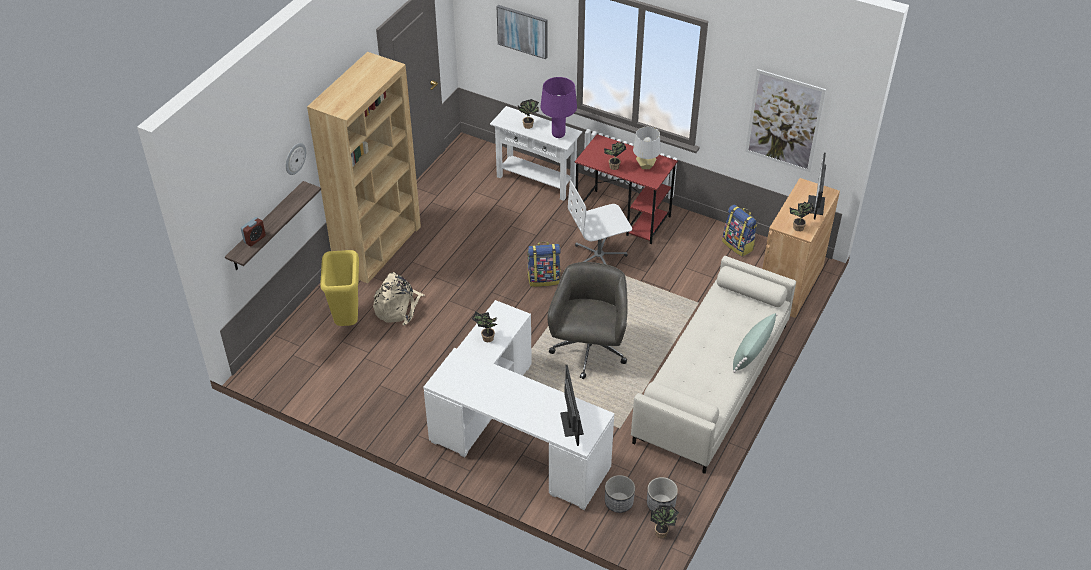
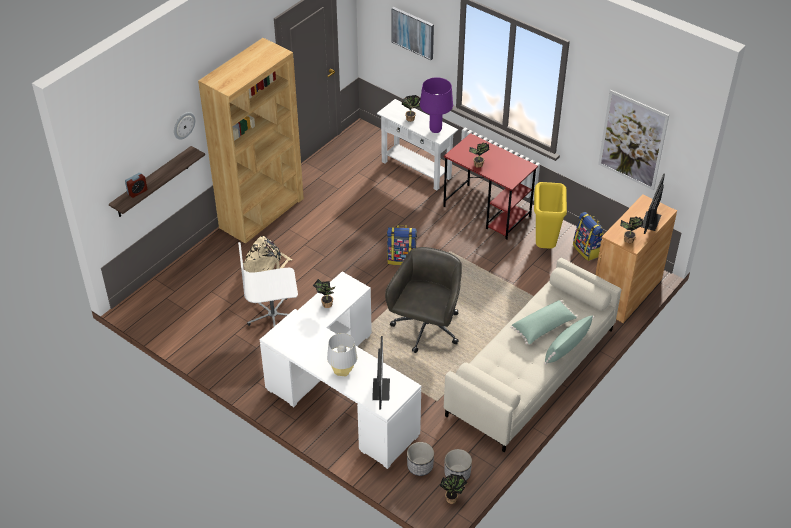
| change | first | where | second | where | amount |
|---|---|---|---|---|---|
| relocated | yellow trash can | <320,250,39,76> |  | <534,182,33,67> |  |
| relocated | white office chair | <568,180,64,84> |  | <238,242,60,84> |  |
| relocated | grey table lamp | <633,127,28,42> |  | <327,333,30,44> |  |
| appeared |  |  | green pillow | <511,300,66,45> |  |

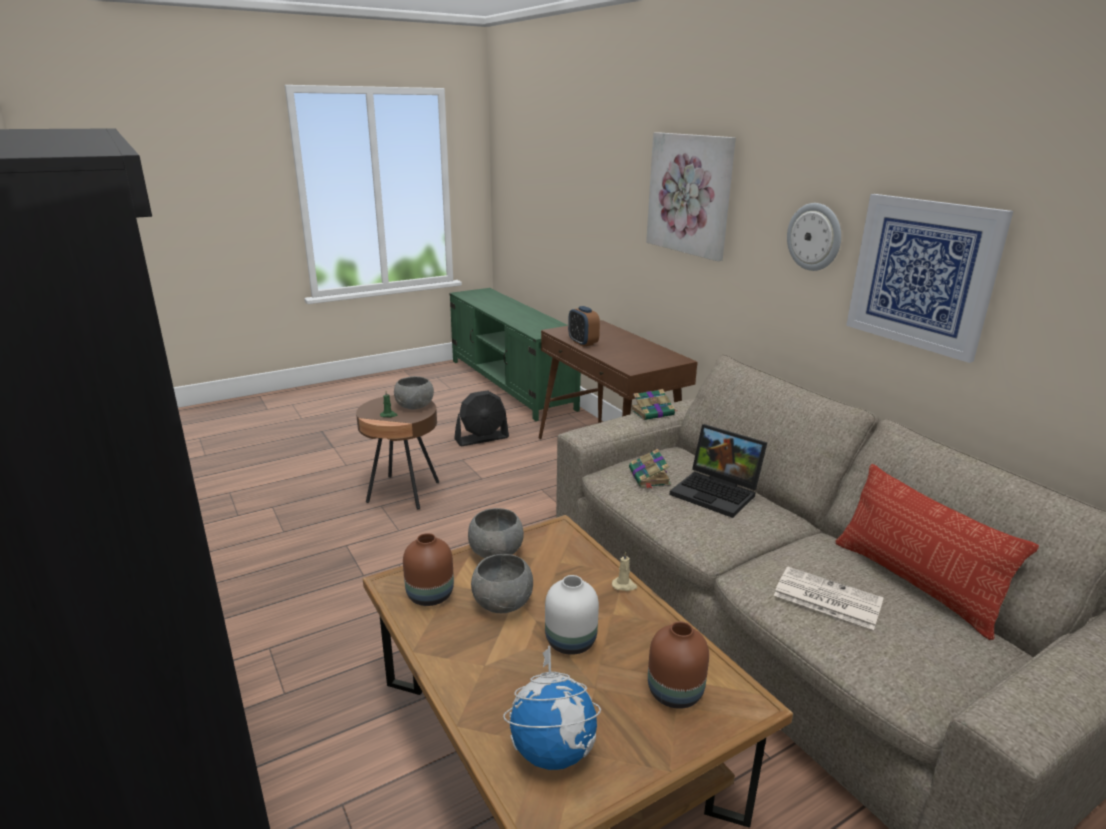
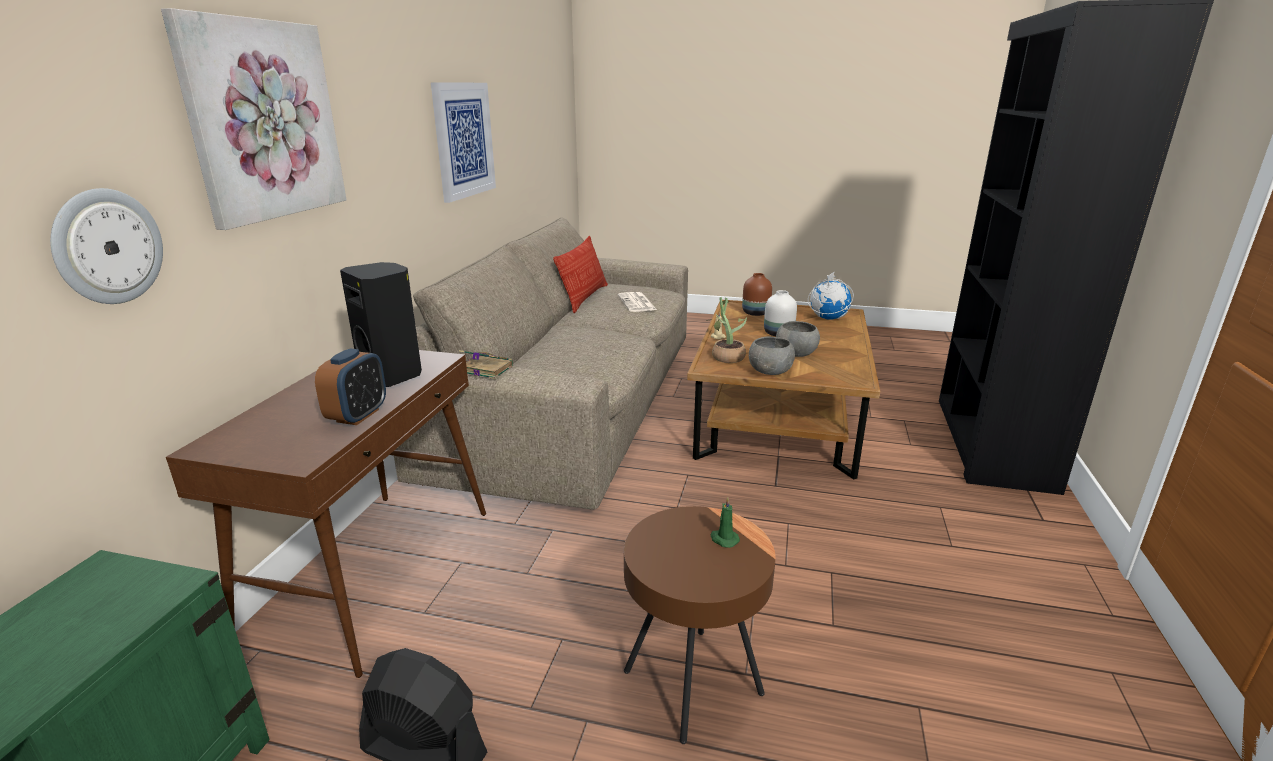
| change | first | where | second | where | amount |
|---|---|---|---|---|---|
| missing | grey bowl | <394,376,40,33> |  |  |  |
| missing | brown vase | <403,533,51,73> |  |  |  |
| missing | book | <629,449,42,40> |  |  |  |
| missing | laptop | <670,424,98,94> |  |  |  |
| relocated | wall clock | <787,203,54,68> |  | <50,188,113,116> |  |
| appeared |  |  | black speaker | <340,262,82,125> |  |
| appeared |  |  | potted plant | <706,297,41,66> |  |

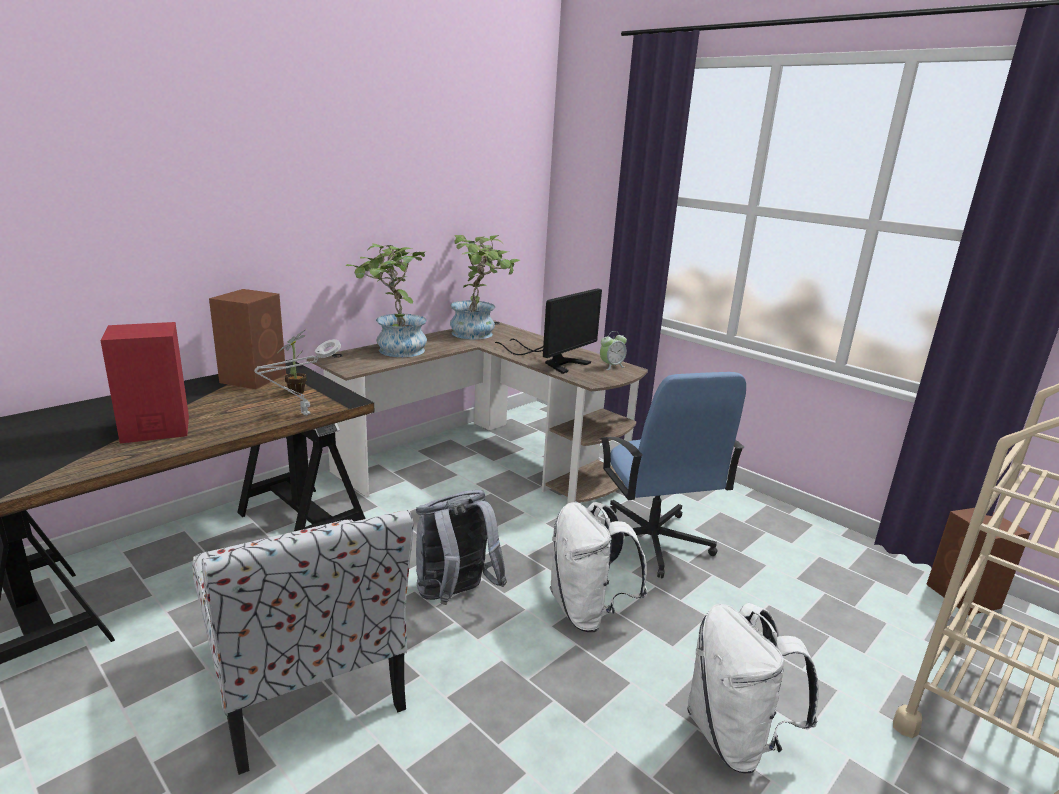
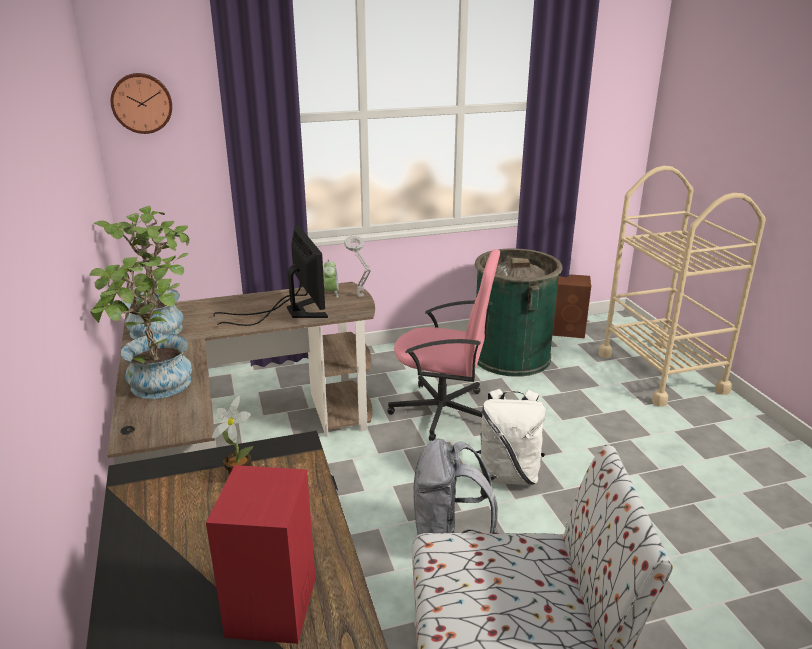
| change | first | where | second | where | amount |
|---|---|---|---|---|---|
| missing | brown speaker | <209,289,77,100> |  |  |  |
| relocated | grey table lamp | <254,339,87,76> |  | <344,236,27,61> |  |
| colour | blue office chair | <600,372,146,206> | pink office chair | <387,249,113,192> |  |
| missing | white backpack | <687,603,132,170> |  |  |  |
| appeared |  |  | wall clock | <110,73,62,61> |  |
| appeared |  |  | green trash can | <475,248,88,129> |  |

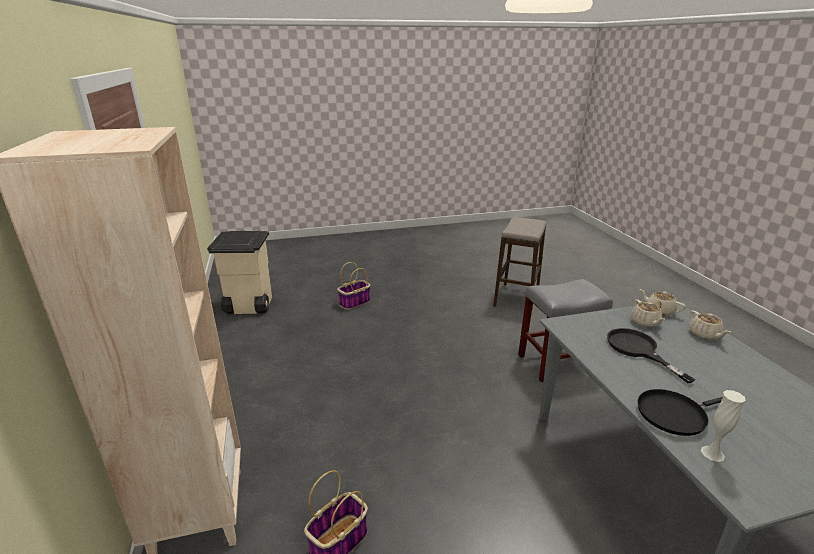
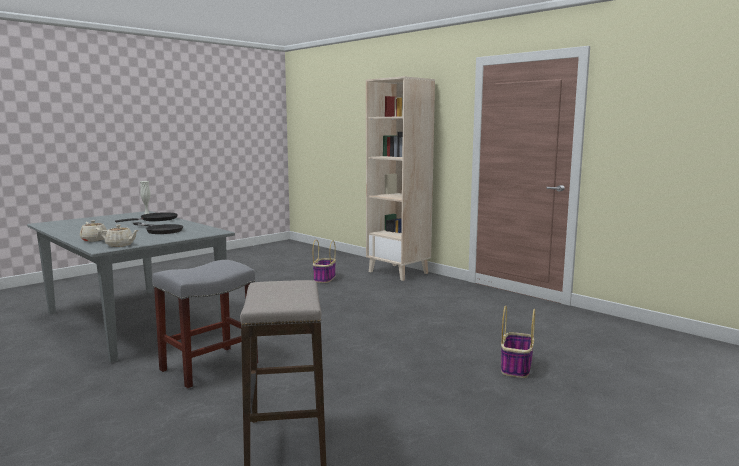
| change | first | where | second | where | amount |
|---|---|---|---|---|---|
| missing | beige trash can | <207,231,65,83> |  |  |  |
| missing | beige teapot | <631,300,34,27> |  |  |  |

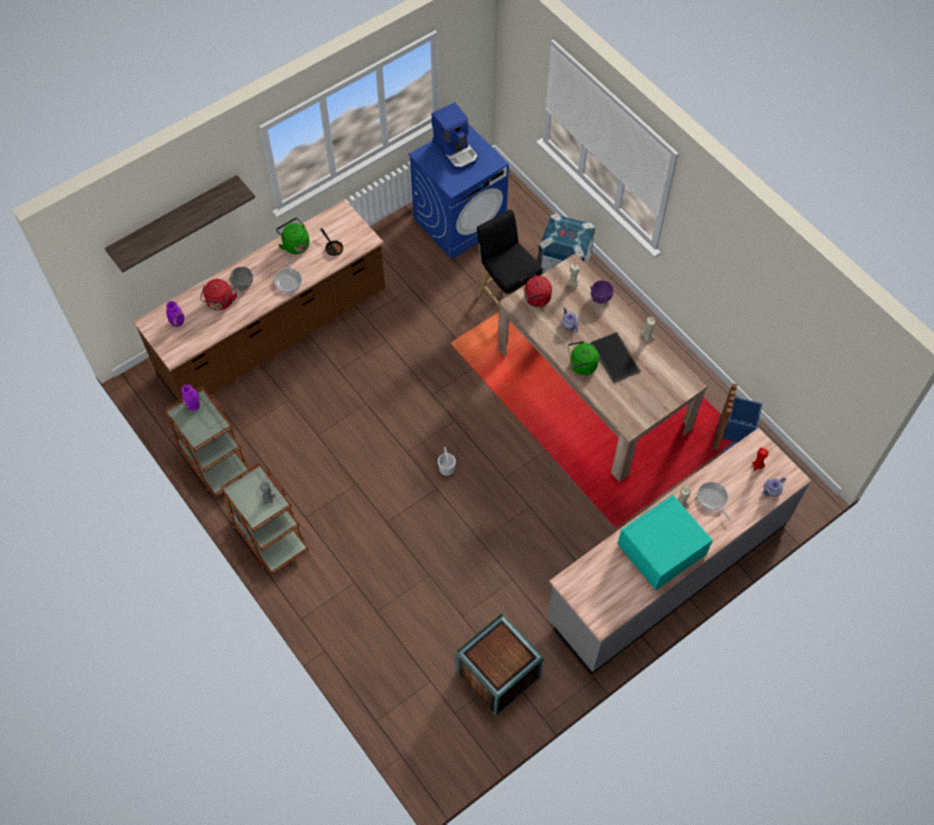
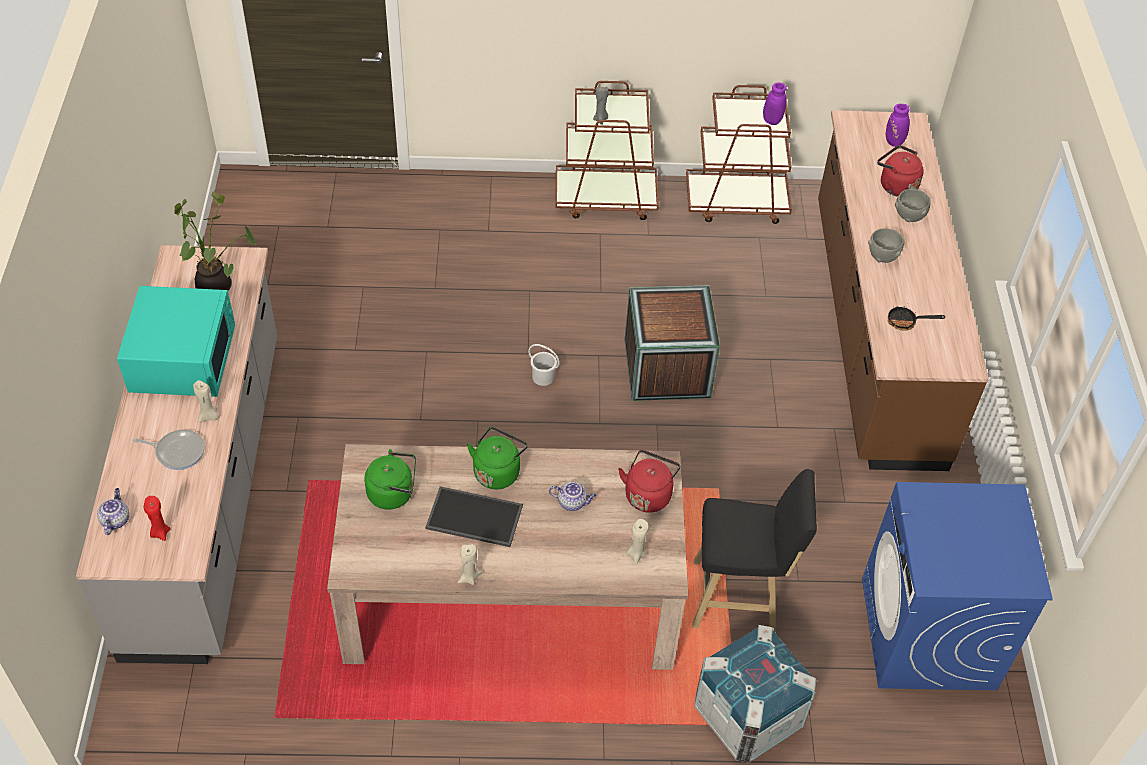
| change | first | where | second | where | amount |
|---|---|---|---|---|---|
| missing | shelf | <105,175,150,98> |  |  |  |
| exchanged | frying pan | <274,256,28,37> | grey bowl | <868,228,36,35> |  |
| relocated | green kettle | <276,218,33,36> |  | <364,449,52,61> |  |
| missing | coffee machine | <432,102,46,68> |  |  |  |
| relocated | crate | <455,613,89,103> |  | <624,285,96,116> |  |
| missing | purple bowl | <590,280,24,23> |  |  |  |
| missing | blue trash can | <712,383,51,69> |  |  |  |
| appeared |  |  | potted plant | <174,191,82,100> |  |

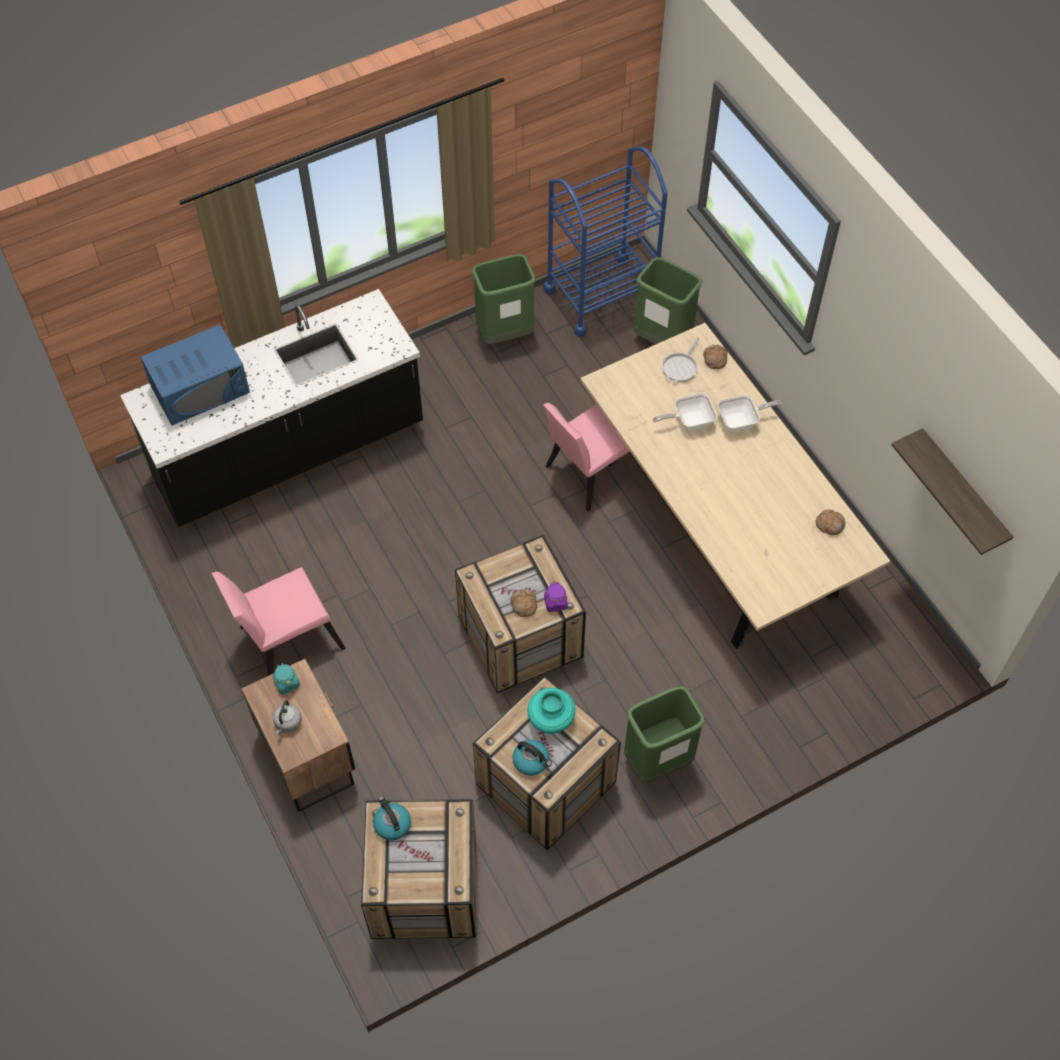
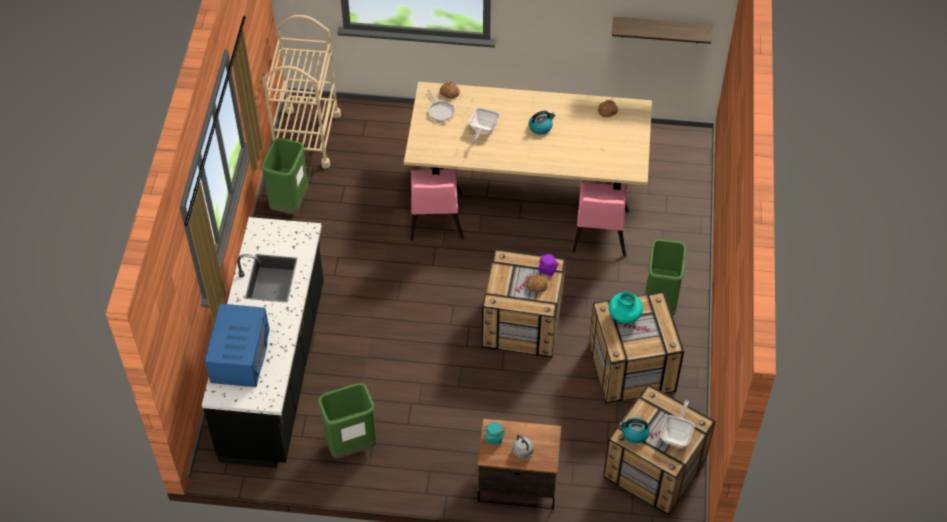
| change | first | where | second | where | amount |
|---|---|---|---|---|---|
| relocated | pink chair | <212,567,134,109> |  | <572,182,57,74> |  |
| relocated | kettle | <512,740,40,36> |  | <529,111,26,23> |  |
| colour | blue cart | <544,147,123,190> | beige cart | <263,15,78,153> |  |
| relocated | green trash can | <634,257,68,87> |  | <318,383,59,75> |  |
| relocated | frying pan | <718,395,63,37> |  | <660,400,35,48> |  |

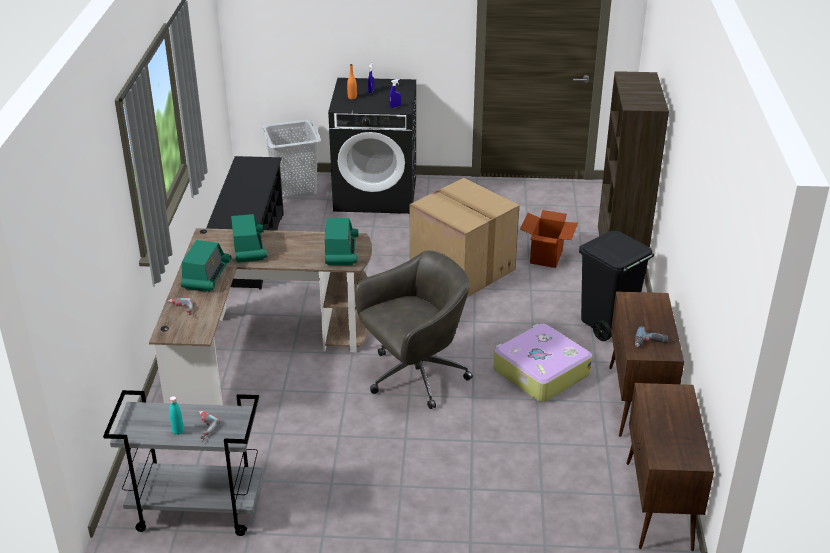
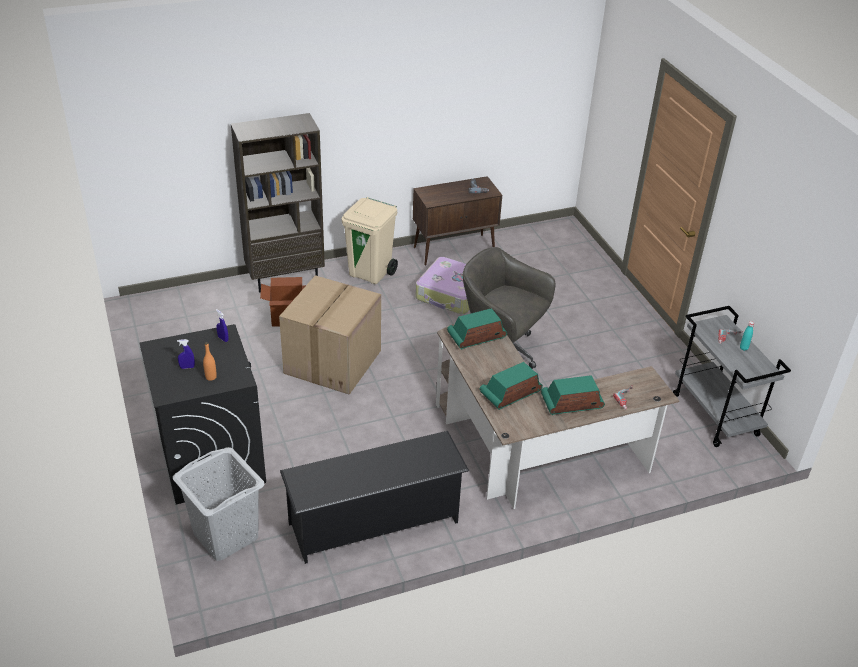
| change | first | where | second | where | amount |
|---|---|---|---|---|---|
| colour | black trash can | <579,231,75,110> | beige trash can | <342,197,56,87> |  |
| missing | brown cabinet | <626,383,88,168> |  |  |  |

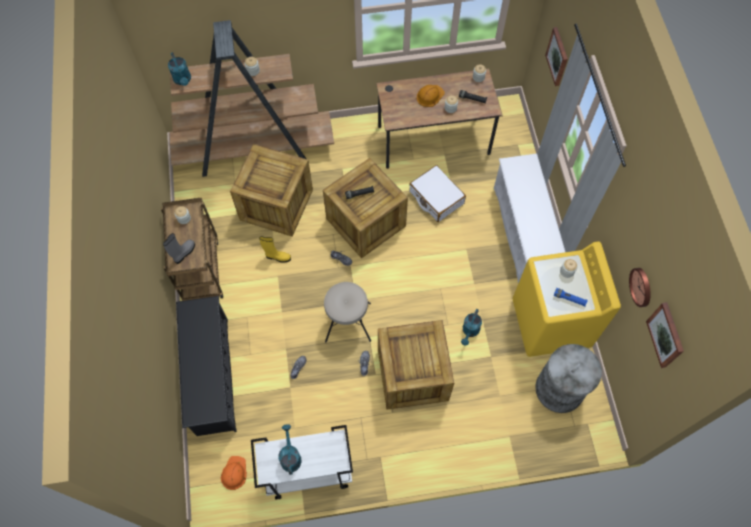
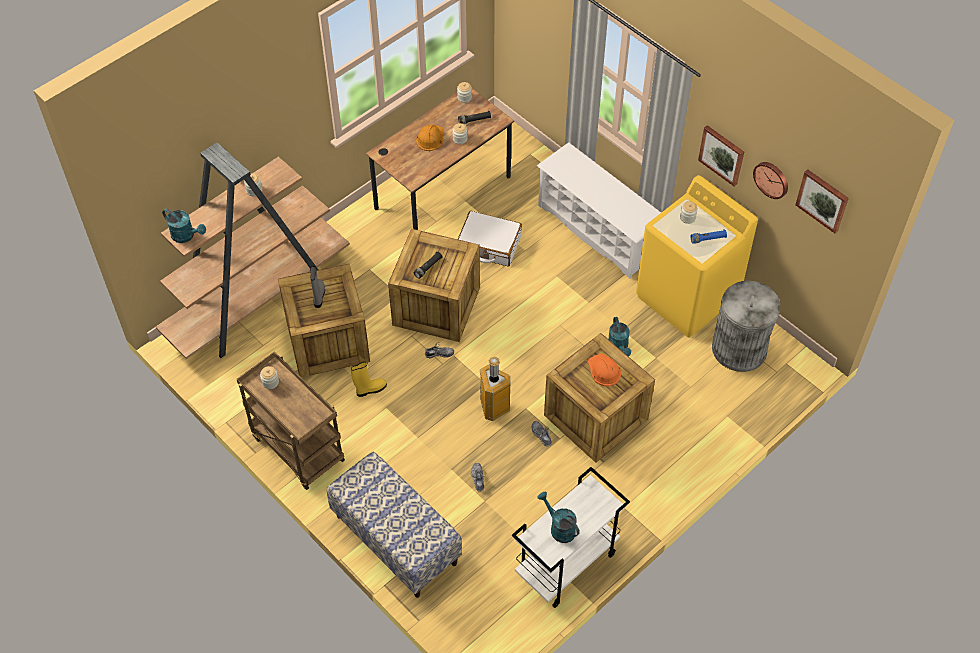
| change | first | where | second | where | amount |
|---|---|---|---|---|---|
| relocated | grey boot | <163,233,32,31> |  | <310,266,15,42> |  |
| exchanged | black shoe rack | <176,296,61,140> | bench | <327,452,135,146> |  |
| relocated | orange hard hat | <221,456,26,34> |  | <588,354,33,32> |  |
| exchanged | beige stool | <324,282,47,60> | trash can | <480,357,30,64> |  |
| relocated | picture | <545,27,23,59> |  | <698,125,46,62> |  |

